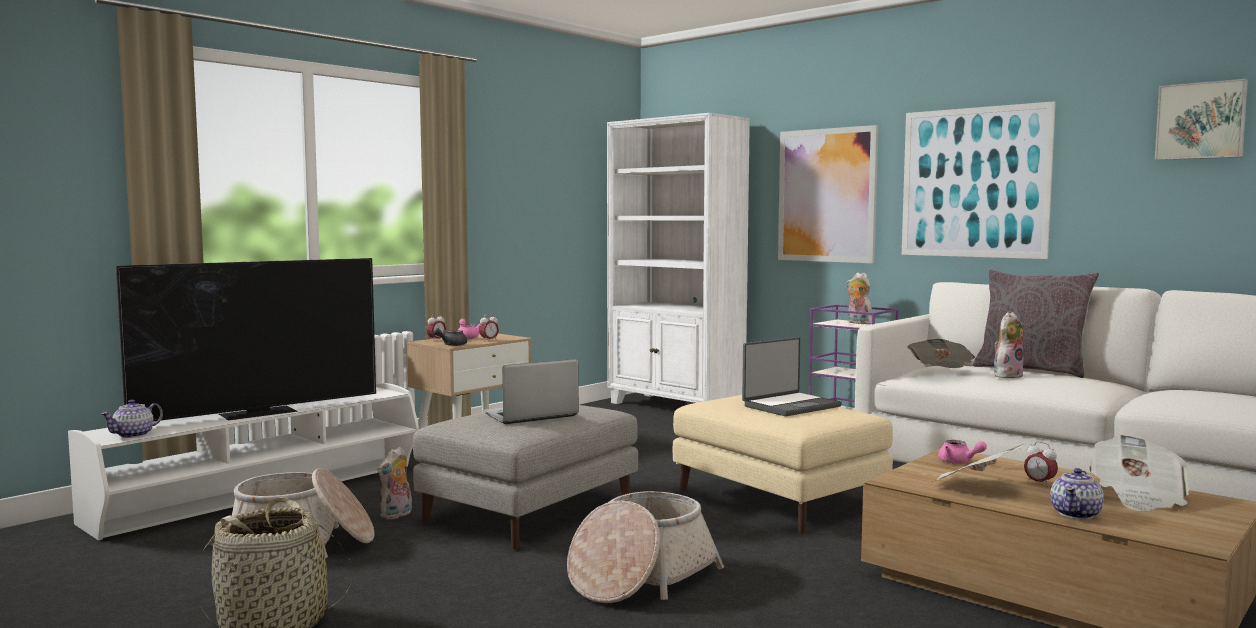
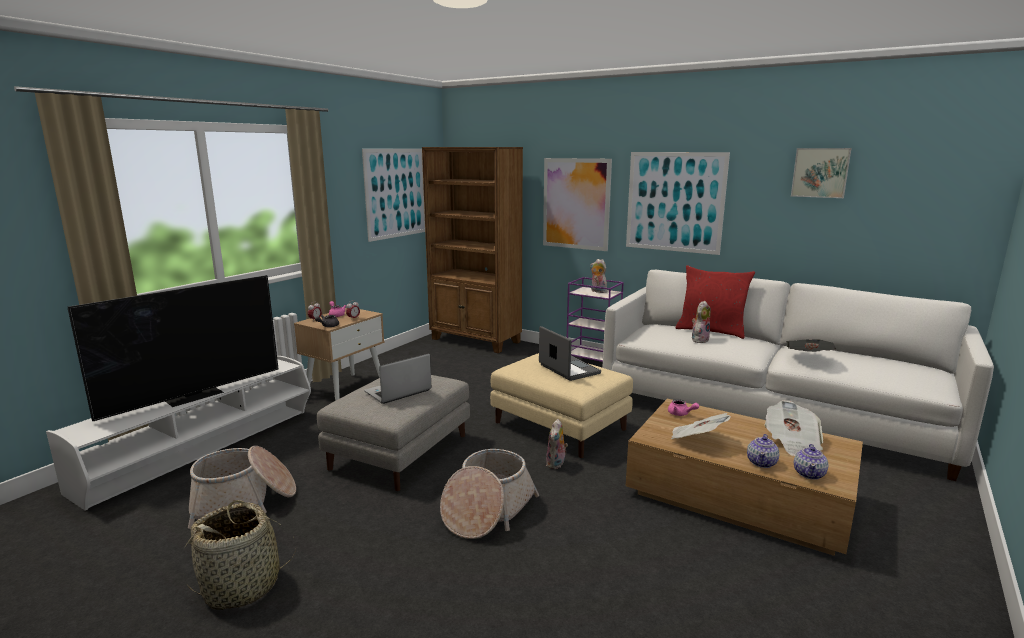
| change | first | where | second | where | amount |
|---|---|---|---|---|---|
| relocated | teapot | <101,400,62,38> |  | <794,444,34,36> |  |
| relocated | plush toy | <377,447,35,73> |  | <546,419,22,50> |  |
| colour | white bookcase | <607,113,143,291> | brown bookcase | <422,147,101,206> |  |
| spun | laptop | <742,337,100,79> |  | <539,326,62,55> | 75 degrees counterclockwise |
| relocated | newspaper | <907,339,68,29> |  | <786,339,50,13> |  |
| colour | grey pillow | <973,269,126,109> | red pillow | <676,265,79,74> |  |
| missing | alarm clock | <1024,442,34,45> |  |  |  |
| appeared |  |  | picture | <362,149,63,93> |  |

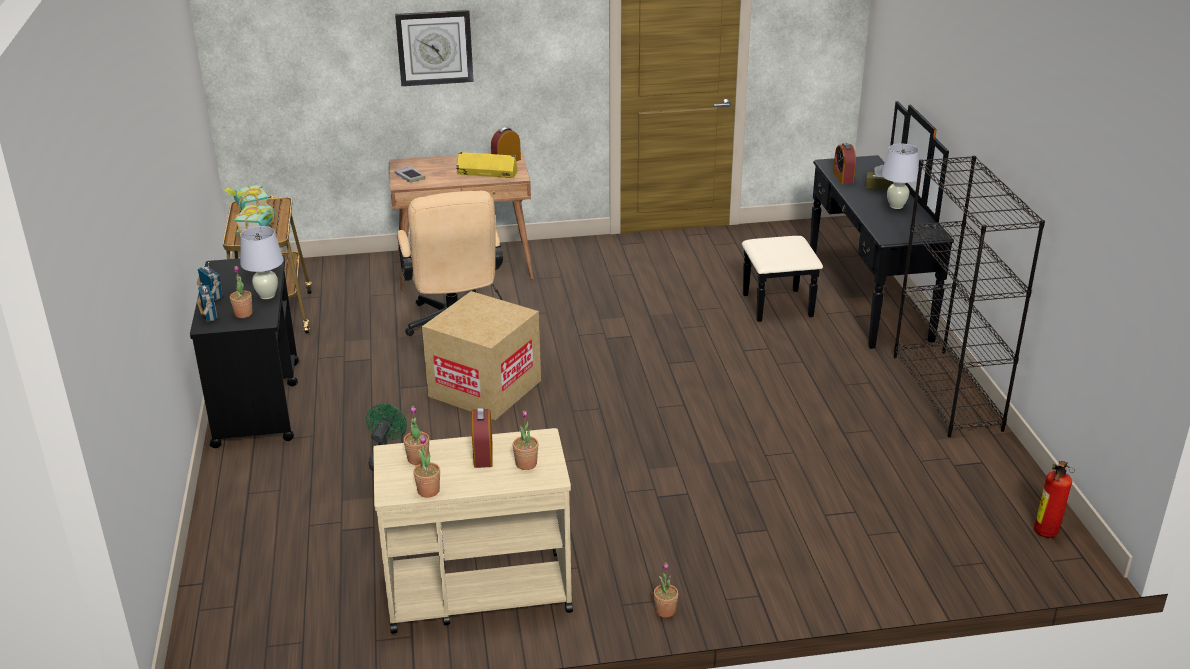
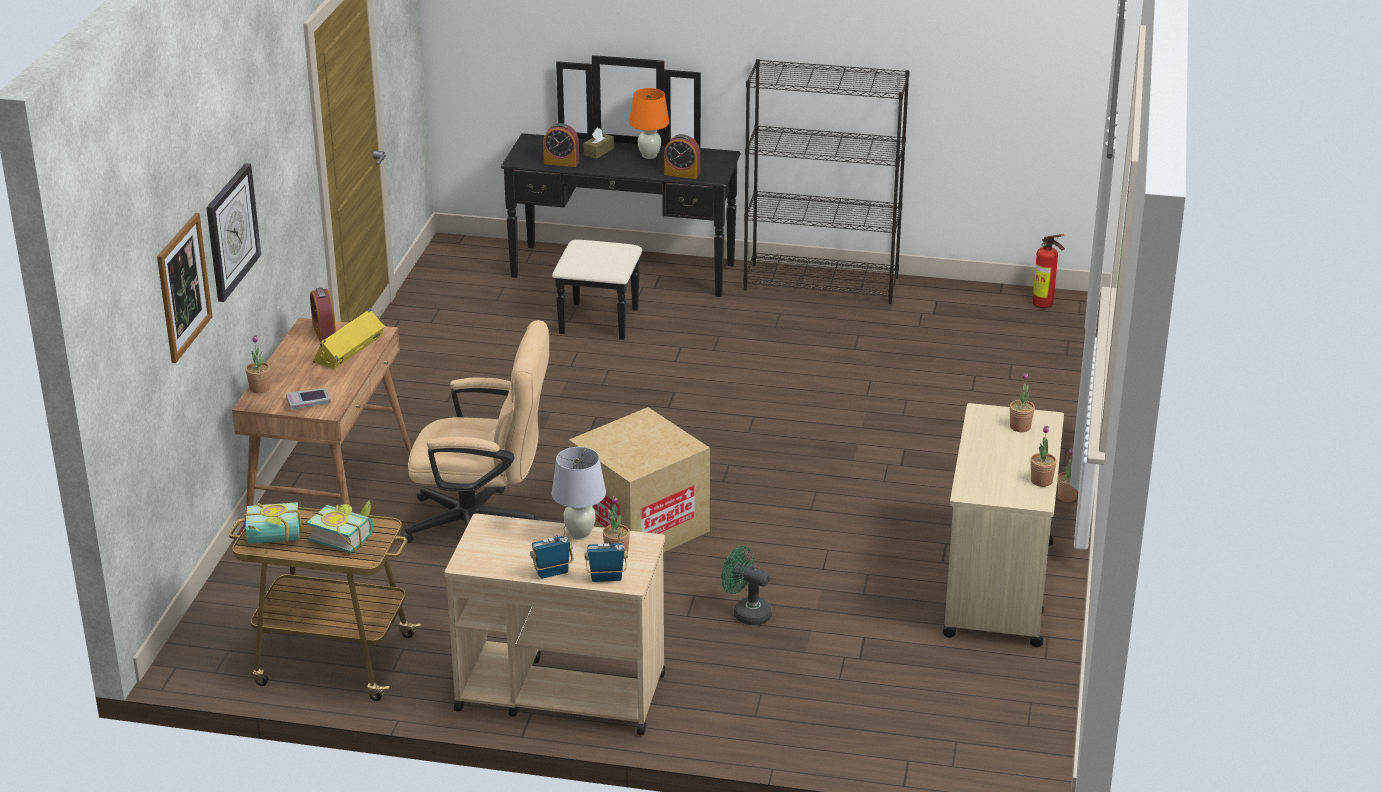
| change | first | where | second | where | amount |
|---|---|---|---|---|---|
| colour | black cart | <190,255,109,193> | beige cart | <444,513,221,222> |  |
| relocated | potted plant | <404,406,25,59> |  | <246,335,24,58> |  |
| relocated | alarm clock | <471,407,22,61> |  | <664,134,36,45> |  |
| colour | white table lamp | <881,144,38,65> | orange table lamp | <629,88,40,71> |  |
| appeared |  |  | picture | <157,213,56,150> |  |

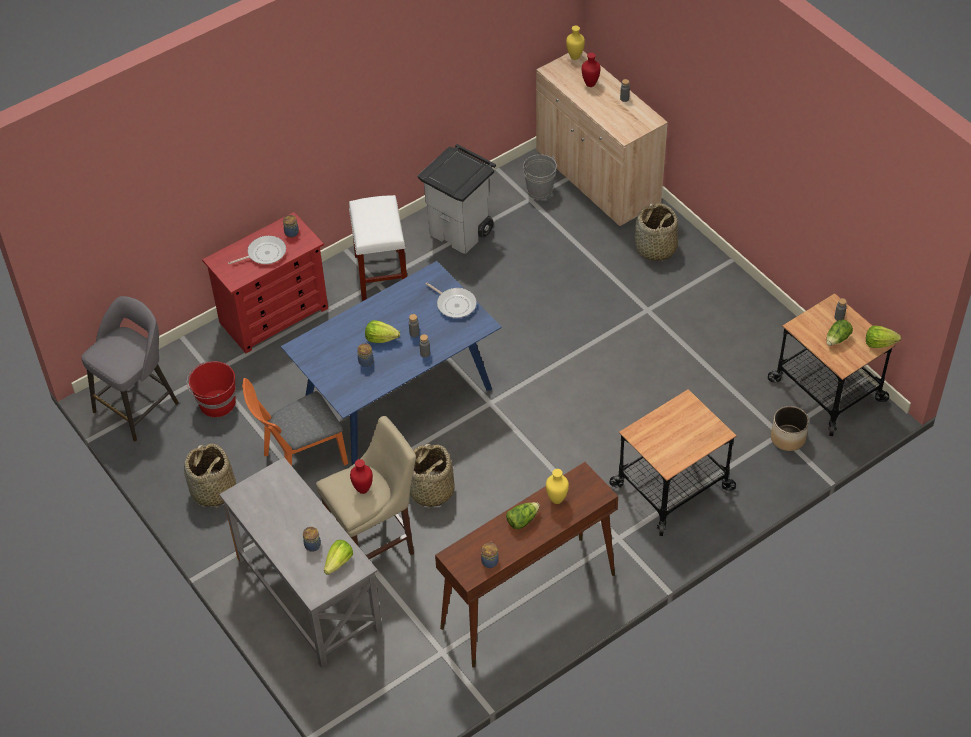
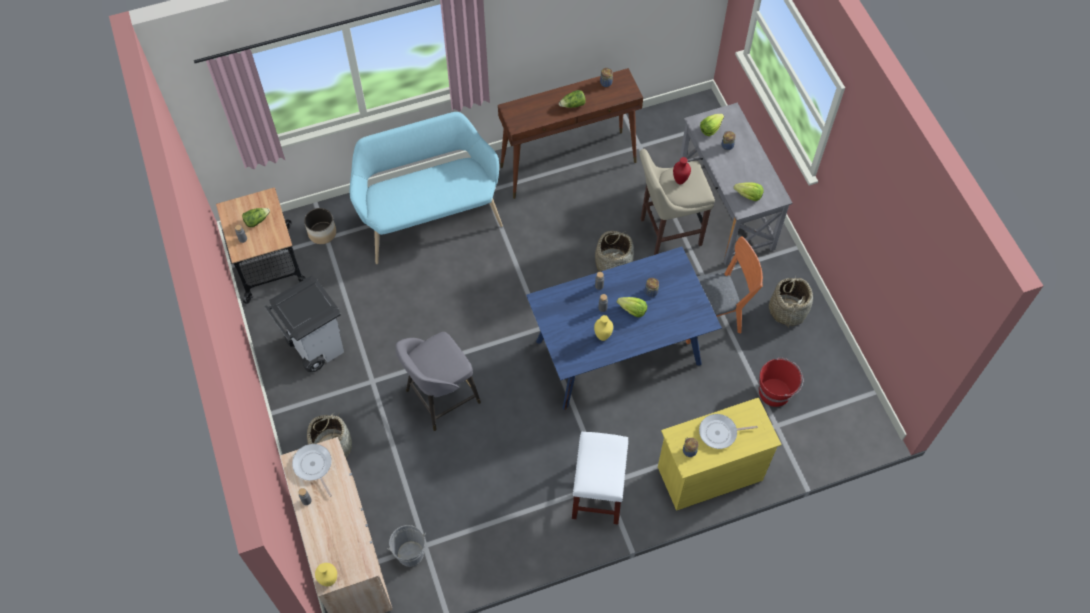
| change | first | where | second | where | amount |
|---|---|---|---|---|---|
| relocated | grey stool | <81,296,98,146> |  | <396,332,85,99> |  |
| colour | red dresser | <202,212,126,141> | yellow dresser | <658,397,124,114> |  |
| relocated | grey trash can | <417,144,79,110> |  | <265,275,79,97> |  |
| relocated | frying pan | <425,282,52,36> |  | <292,444,40,53> |  |
| relocated | yellow vase | <546,469,23,35> |  | <594,315,19,26> |  |
| missing | red vase | <582,53,19,34> |  |  |  |
| exchanged | cart | <609,389,128,147> | turquoise bench | <350,112,153,152> |  |
| relocated | lettuce | <866,325,35,23> |  | <734,182,30,19> |  |

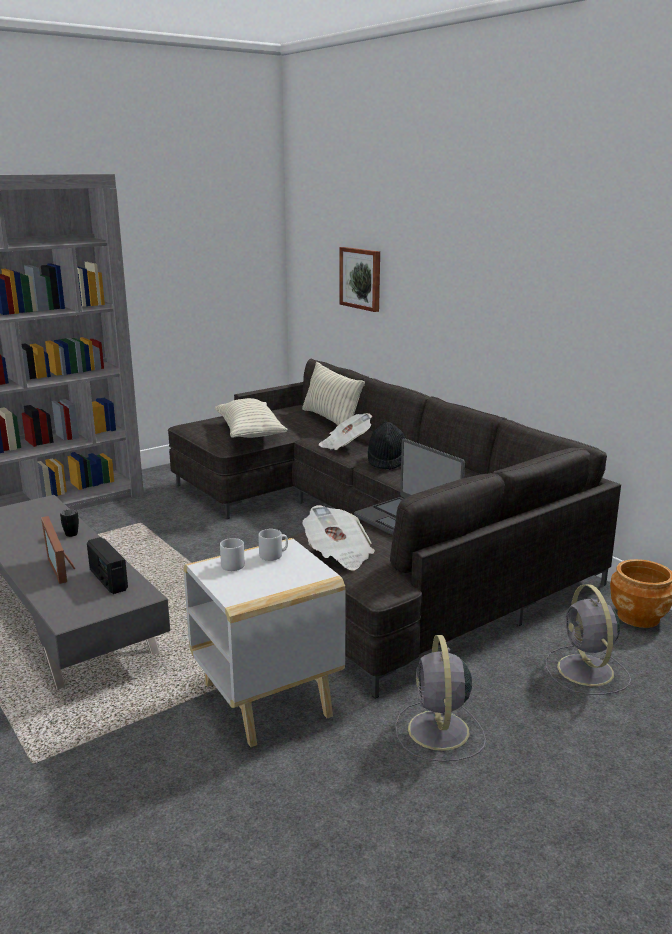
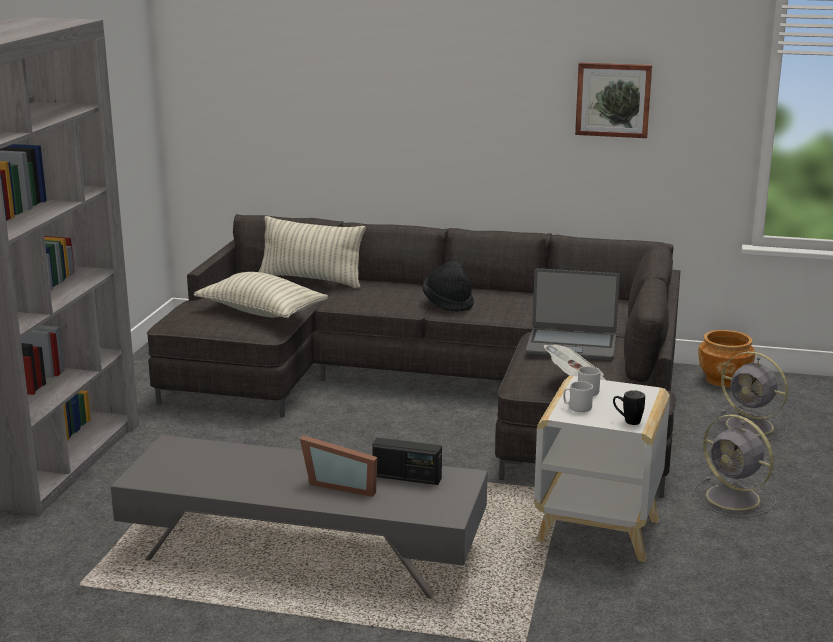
| change | first | where | second | where | amount |
|---|---|---|---|---|---|
| relocated | black mug | <60,509,19,28> |  | <613,390,32,35> |  |
| missing | newspaper | <319,413,53,37> |  |  |  |
| relocated | picture | <339,247,41,65> |  | <575,62,77,76> |  |

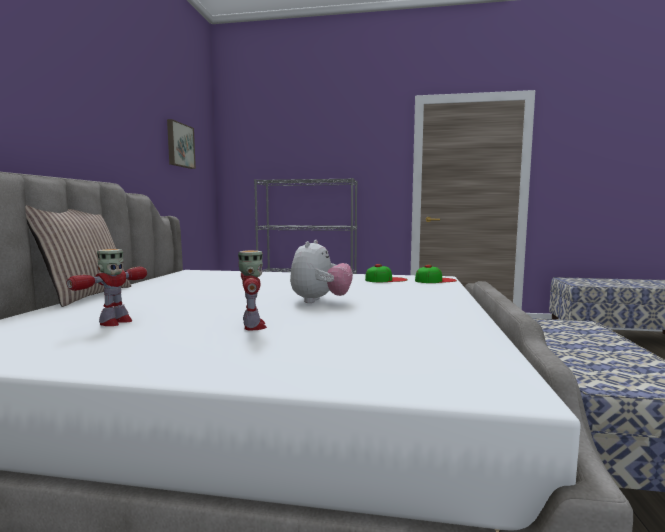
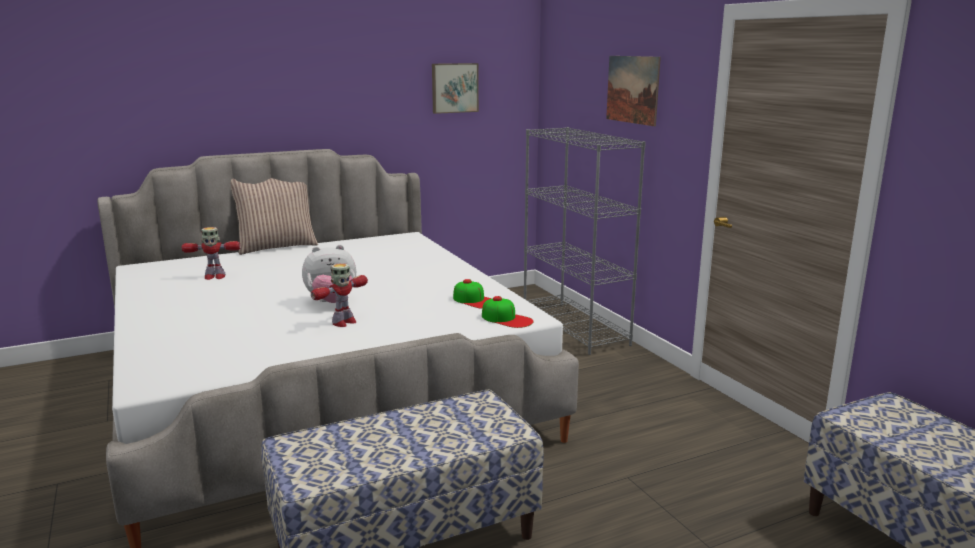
| change | first | where | second | where | amount |
|---|---|---|---|---|---|
| relocated | toy robot | <238,250,29,80> |  | <311,263,57,64> |  |
| appeared |  |  | picture | <606,56,55,70> |  |

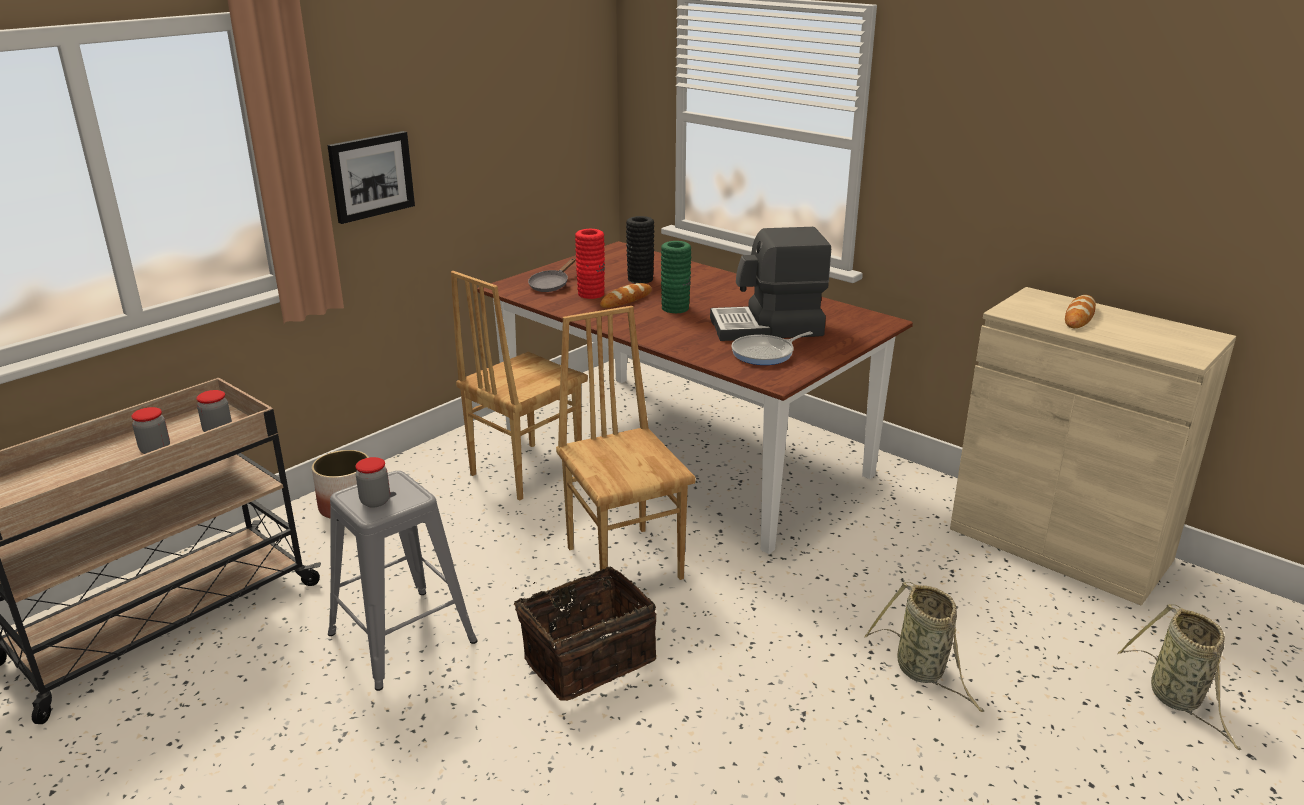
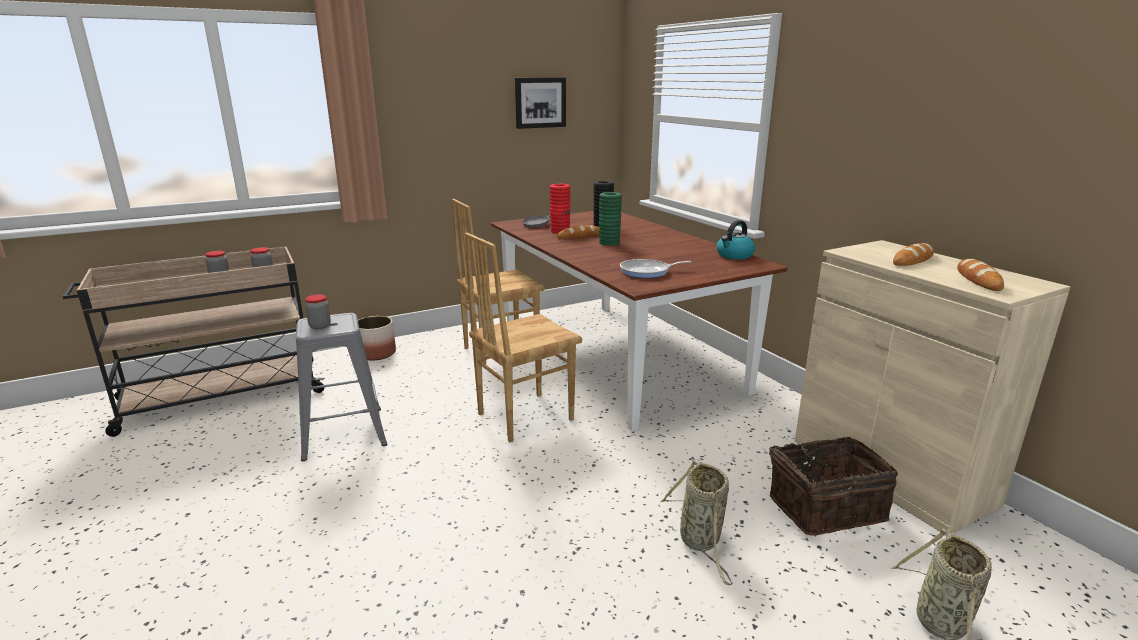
| change | first | where | second | where | amount |
|---|---|---|---|---|---|
| relocated | picture | <327,131,88,93> |  | <515,78,51,51> |  |
| relocated | basket | <514,567,142,134> |  | <767,437,131,99> |  |
| spun | brown chair | <556,306,140,275> |  | <465,233,117,209> | 120 degrees counterclockwise |
| missing | coffee machine | <710,227,121,114> |  |  |  |
| appeared |  |  | kettle | <717,220,38,39> |  |
| appeared |  |  | bread | <957,259,47,32> |  |

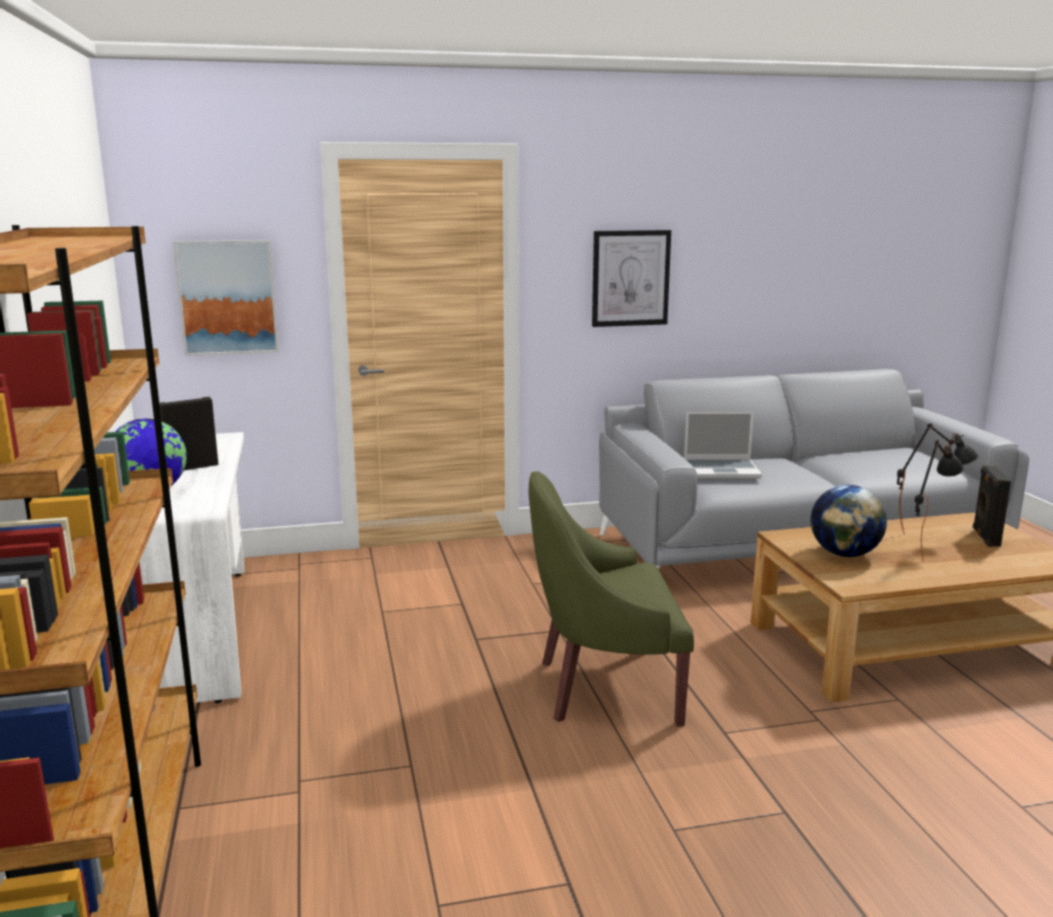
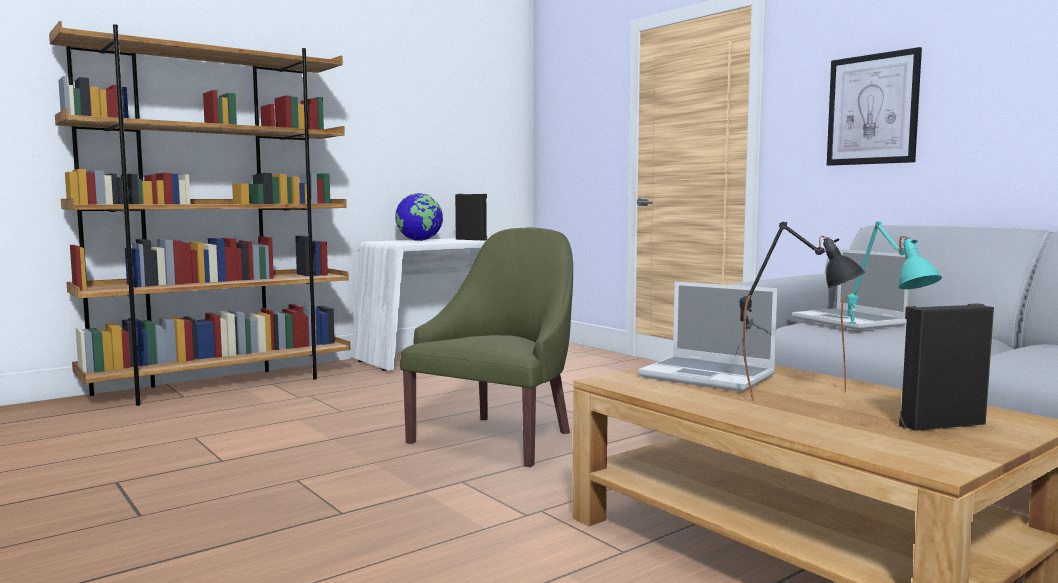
| change | first | where | second | where | amount |
|---|---|---|---|---|---|
| missing | picture | <173,240,106,116> |  |  |  |
| spun | green armchair | <528,471,166,256> |  | <400,228,173,239> | 60 degrees clockwise |
| exchanged | globe | <811,485,76,72> | laptop | <638,282,140,110> |  |
| colour | black table lamp | <897,423,82,111> | turquoise table lamp | <841,221,101,172> |  |

